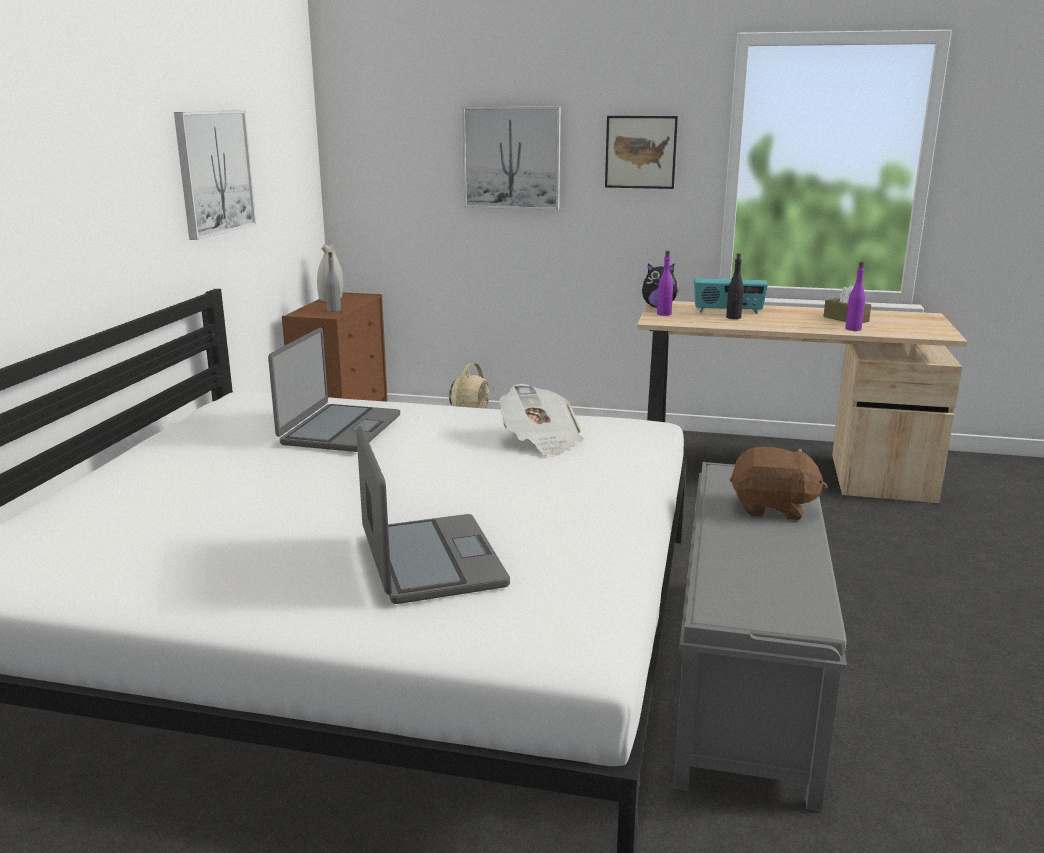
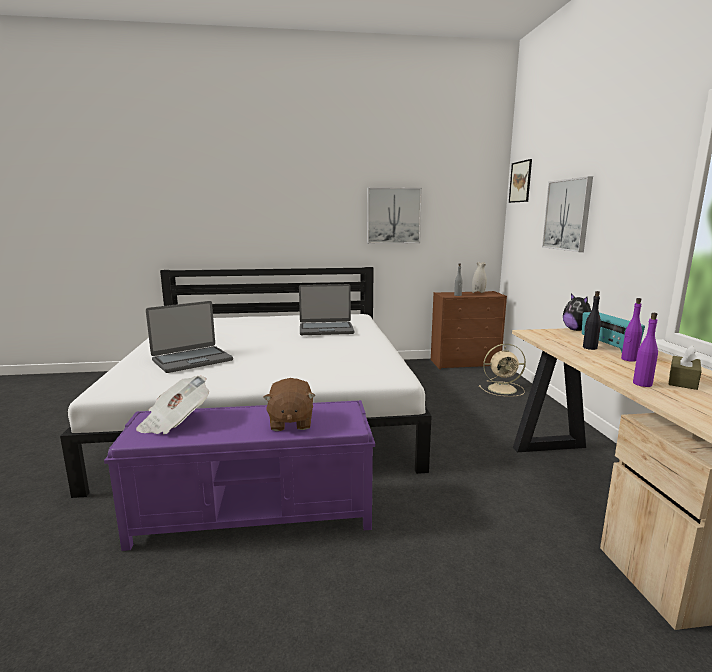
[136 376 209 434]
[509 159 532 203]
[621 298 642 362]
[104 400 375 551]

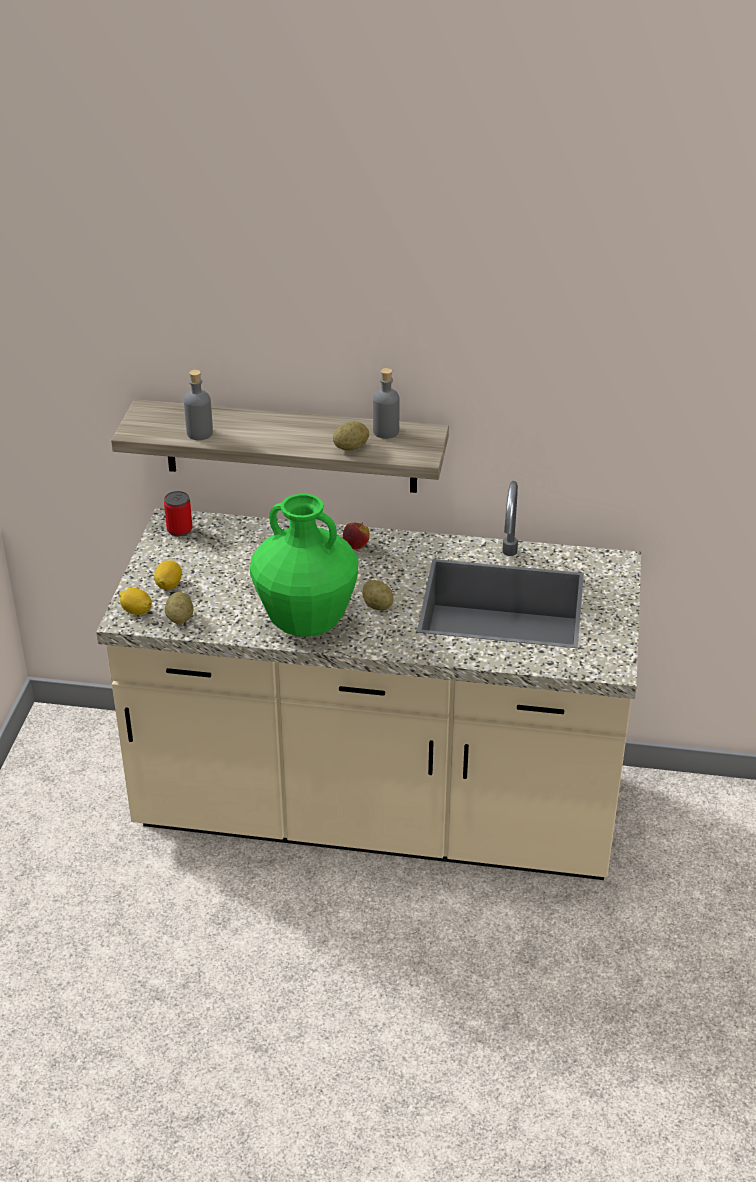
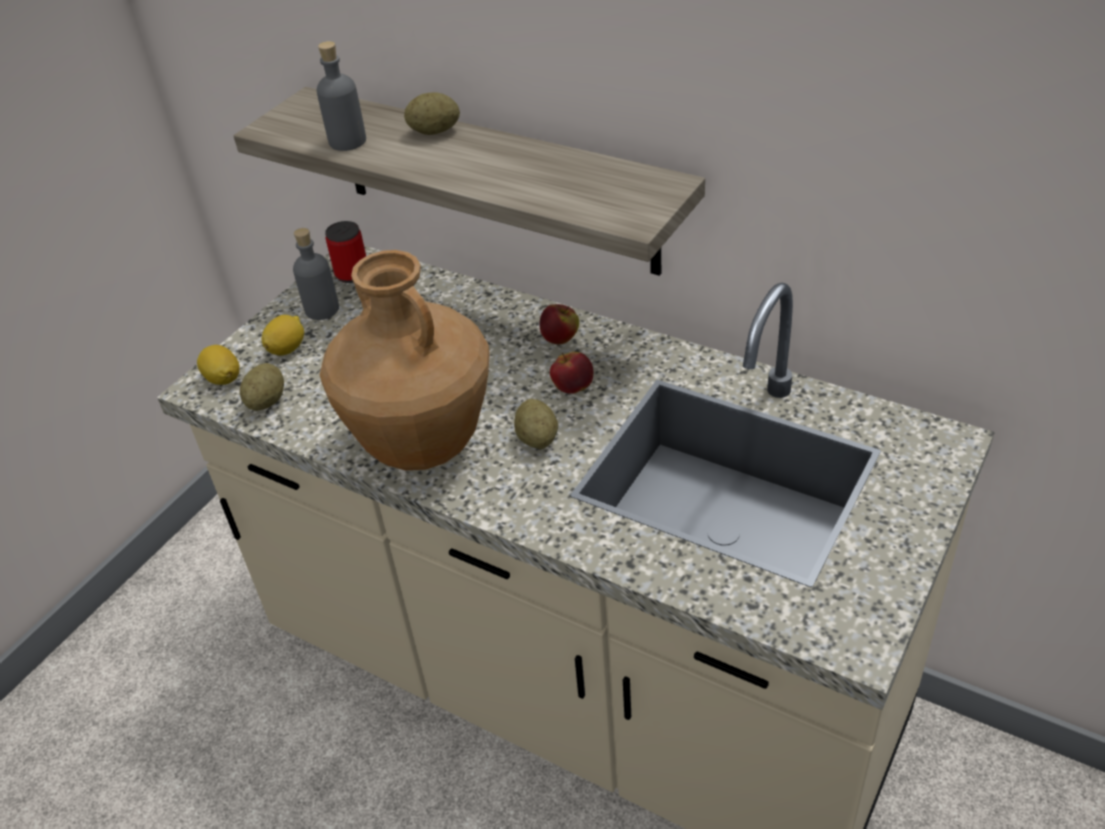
[320 250 490 470]
[404 93 460 135]
[293 228 339 320]
[550 352 593 394]

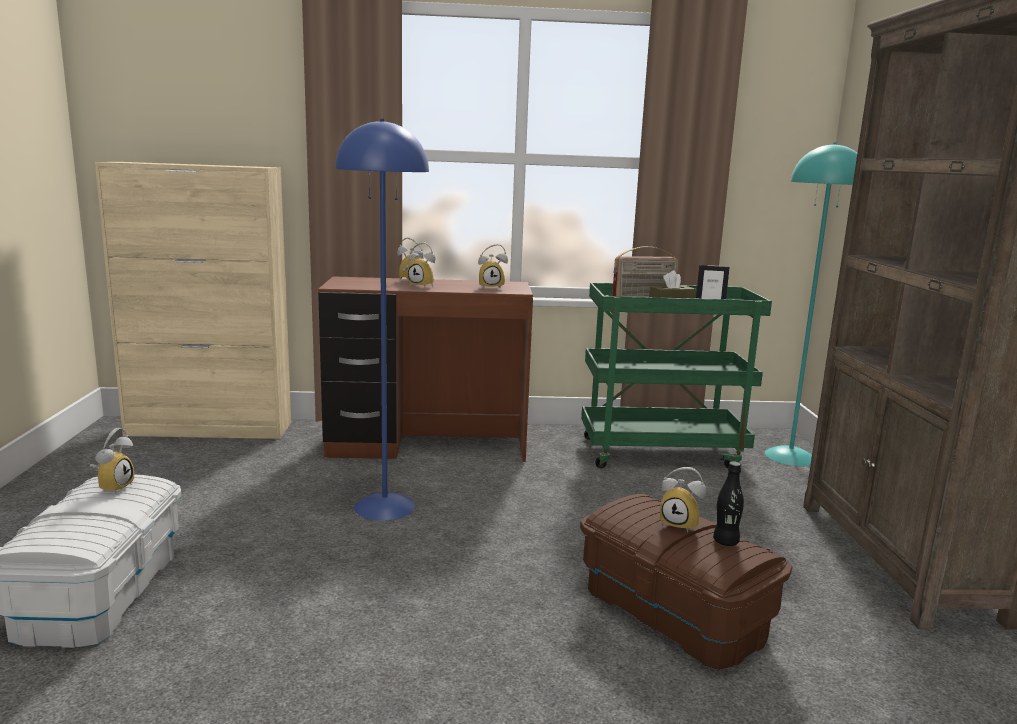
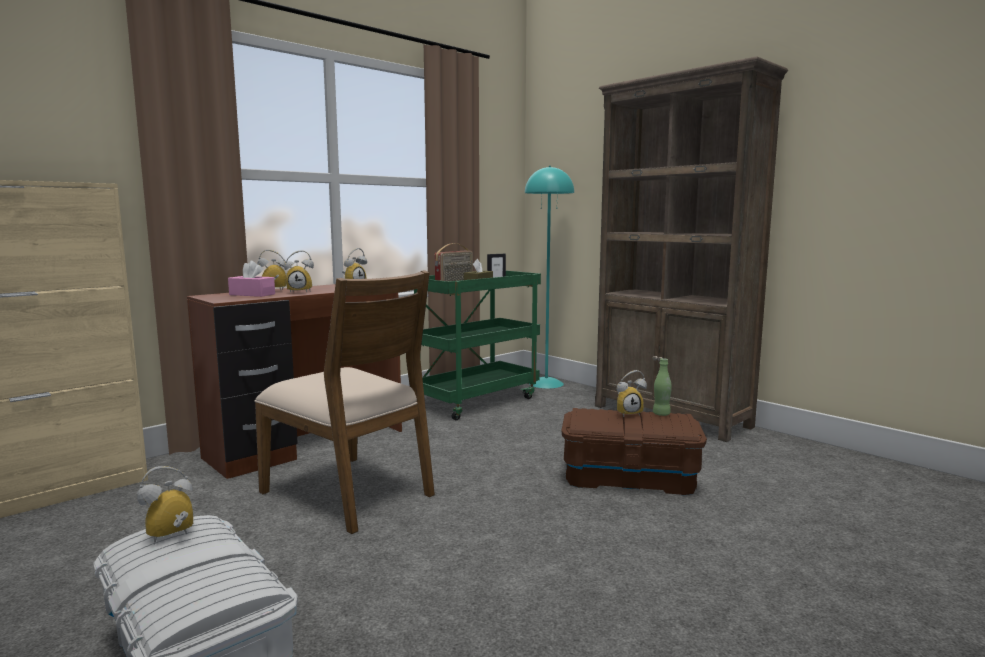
[137 466 193 545]
[254 270 435 534]
[653 358 672 416]
[228 261 275 297]

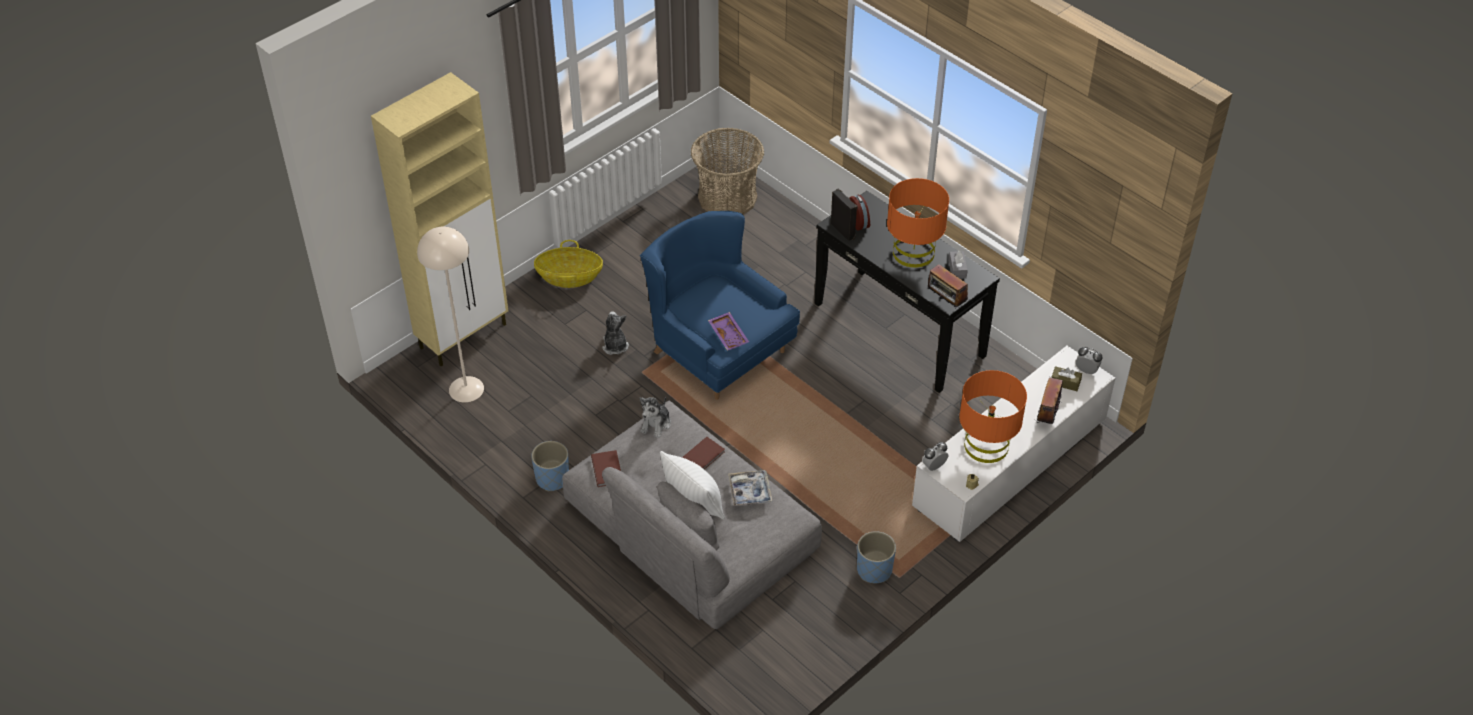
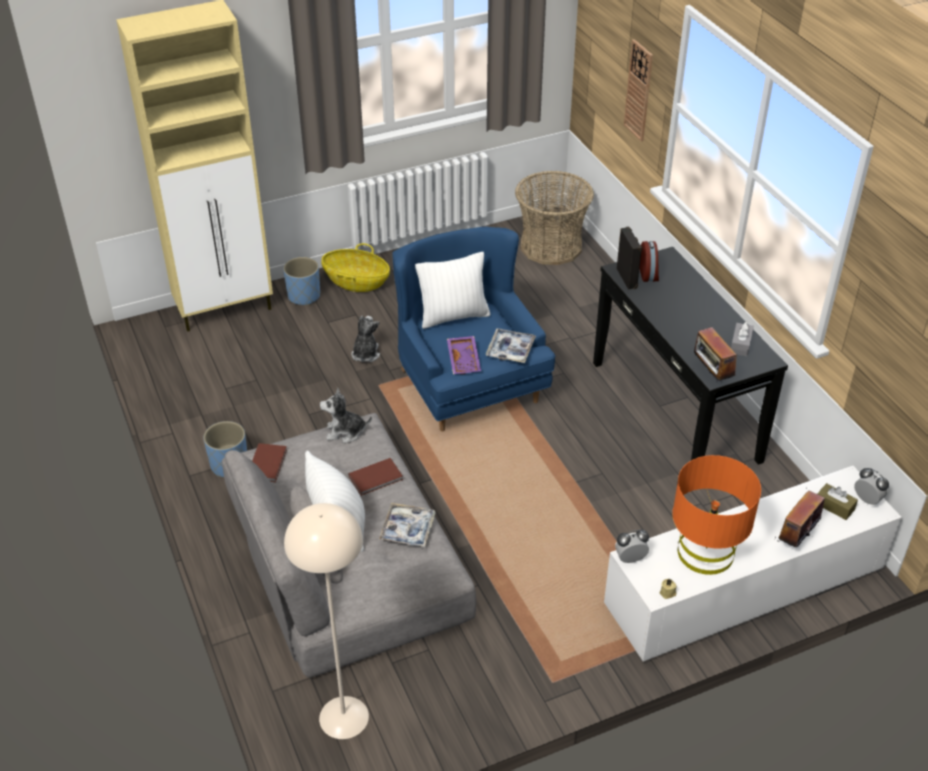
[284 503 369 739]
[320 388 372 443]
[283 257 320 305]
[887 178 949 268] (first image)
[415 252 490 329]
[485 328 536 363]
[624 39 653 141]

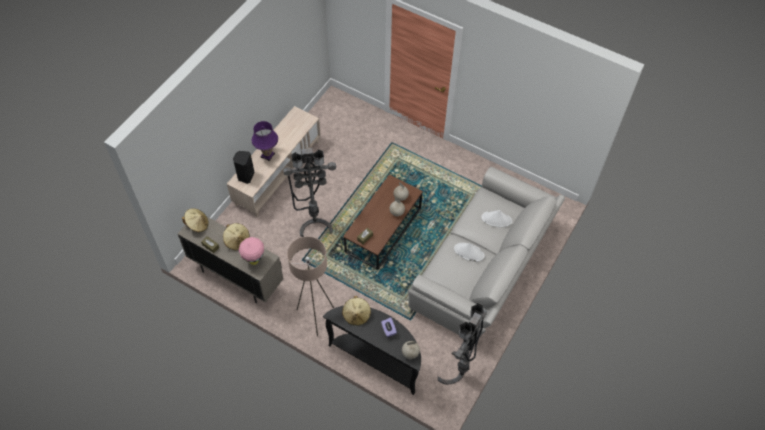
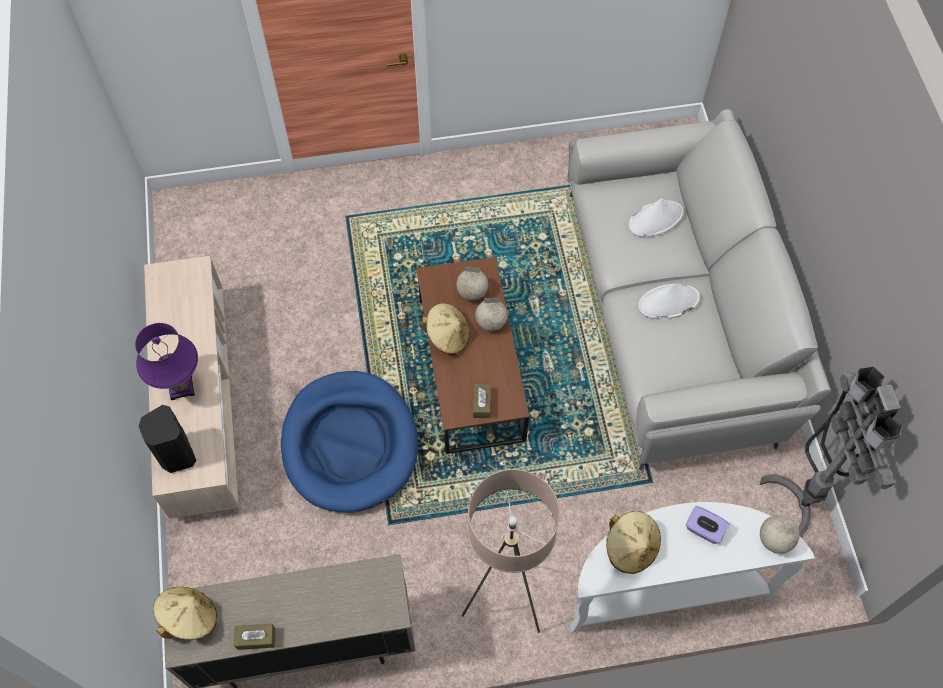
[422 303 470 355]
[239 237 264 265] (first image)
[281 371 418 513]
[570 502 815 633]

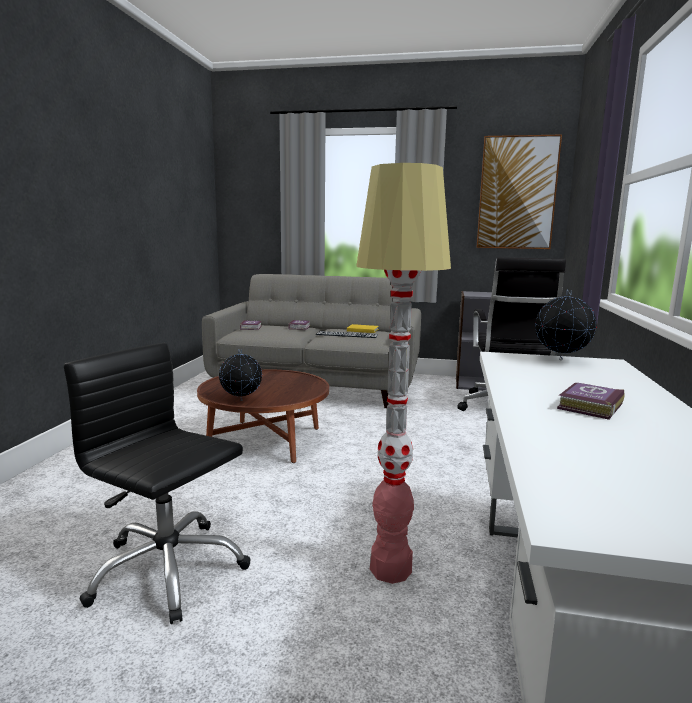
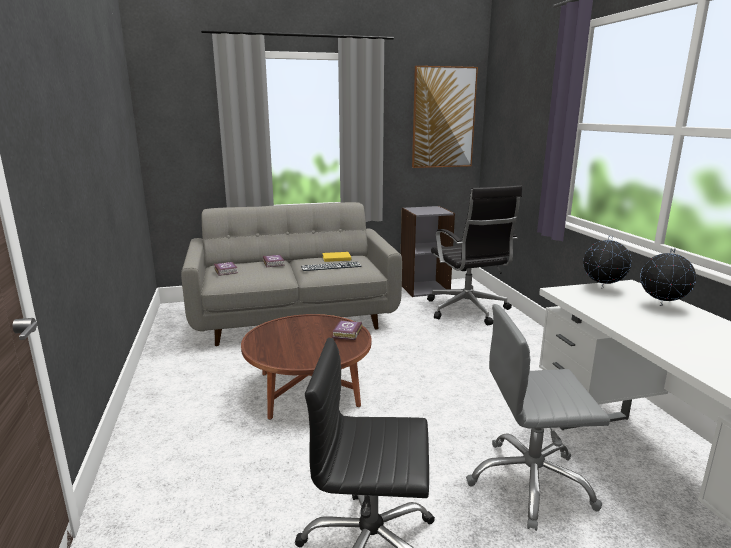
[640 248 696 306]
[466 304 610 531]
[332 321 362 340]

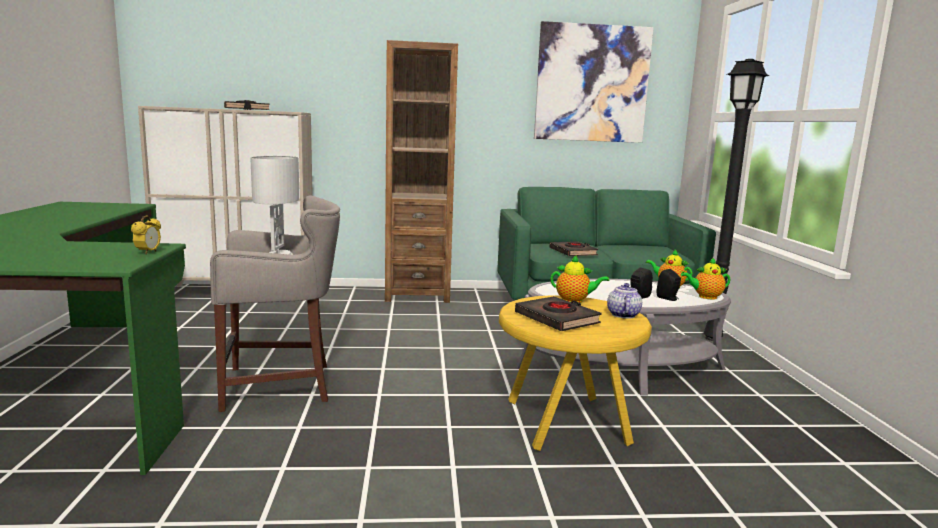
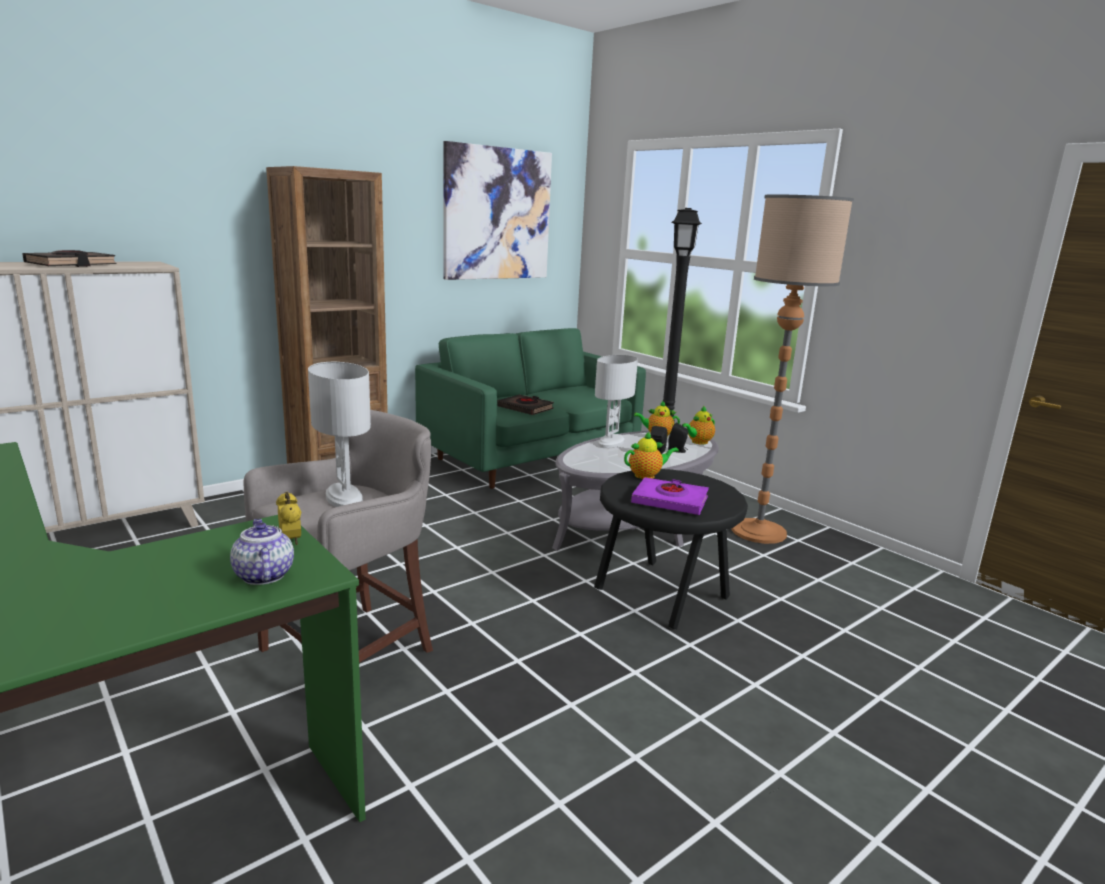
[594 469 748 629]
[631 477 709 515]
[230 519 294 585]
[595 355 638 448]
[732 194 854 544]

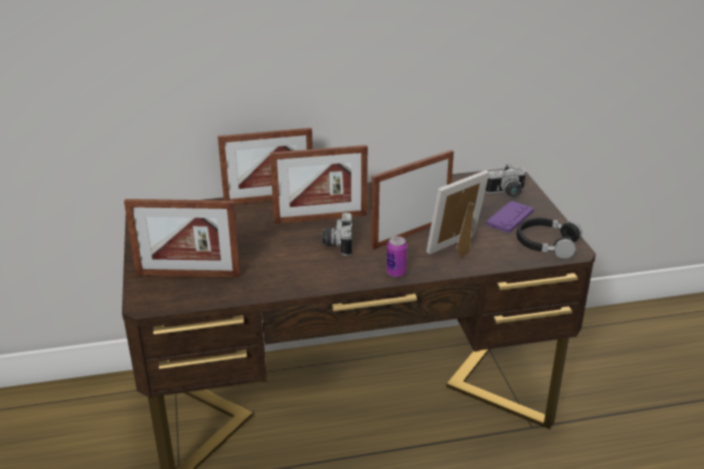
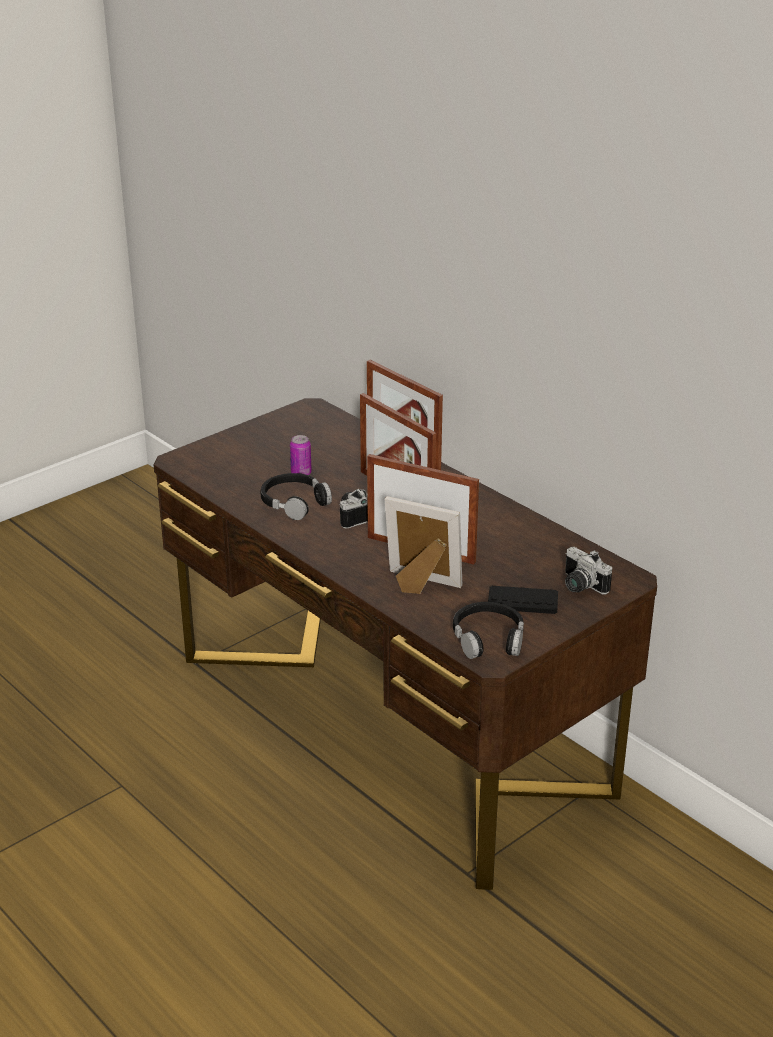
[124 199 240 277] (first image)
[290 435 312 475]
[488 586 558 614]
[261 473 332 520]

